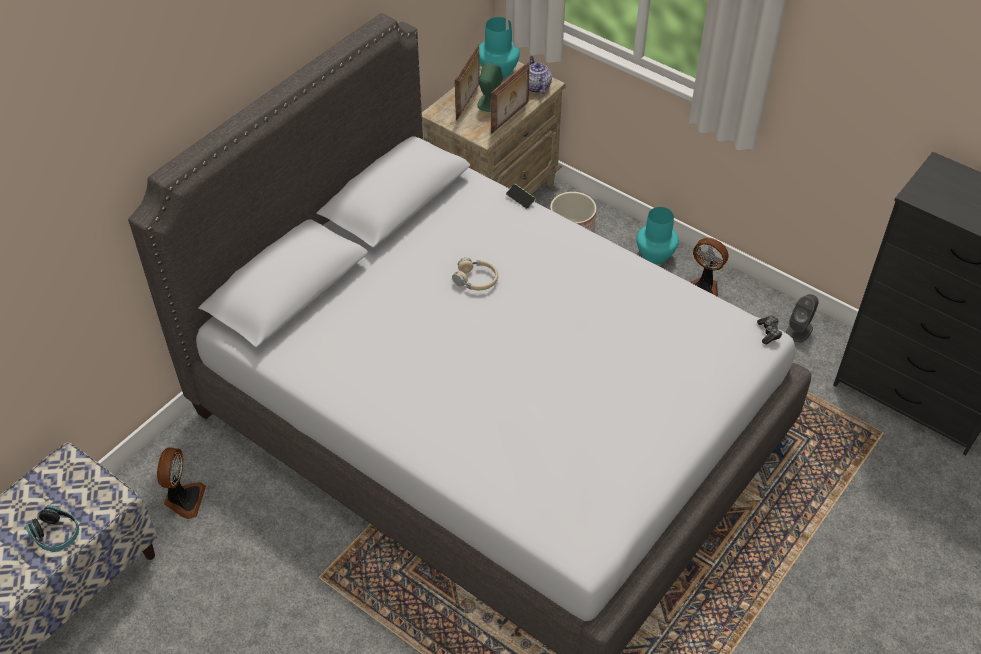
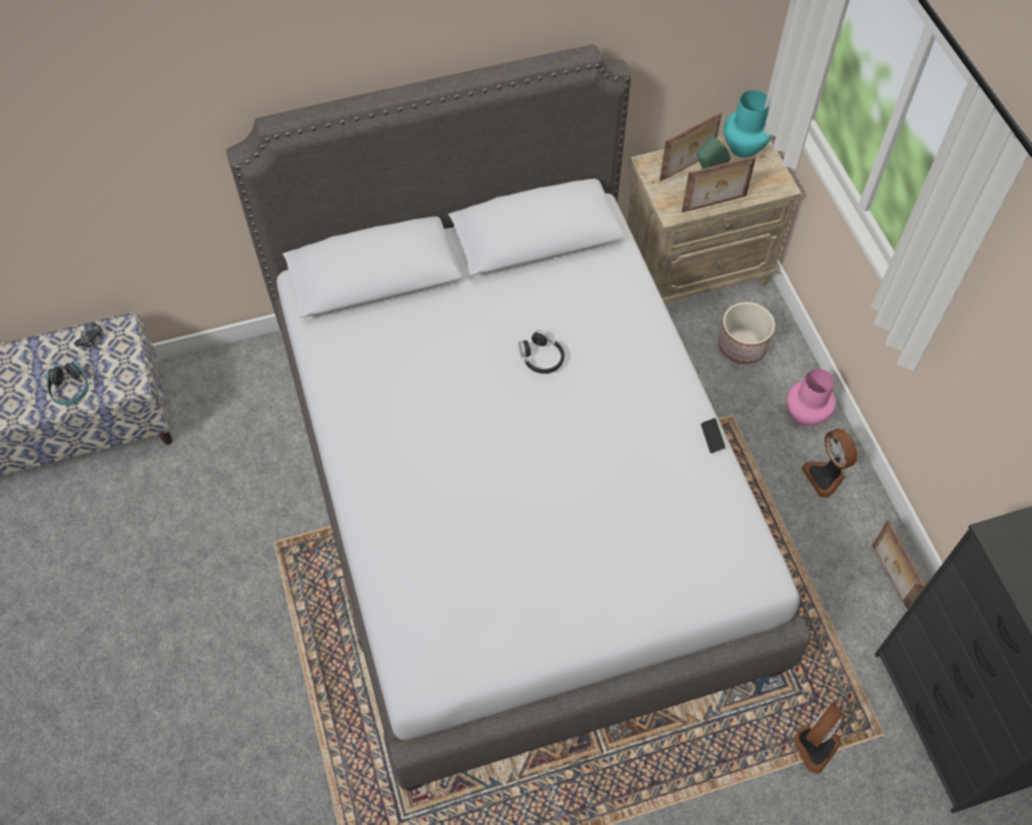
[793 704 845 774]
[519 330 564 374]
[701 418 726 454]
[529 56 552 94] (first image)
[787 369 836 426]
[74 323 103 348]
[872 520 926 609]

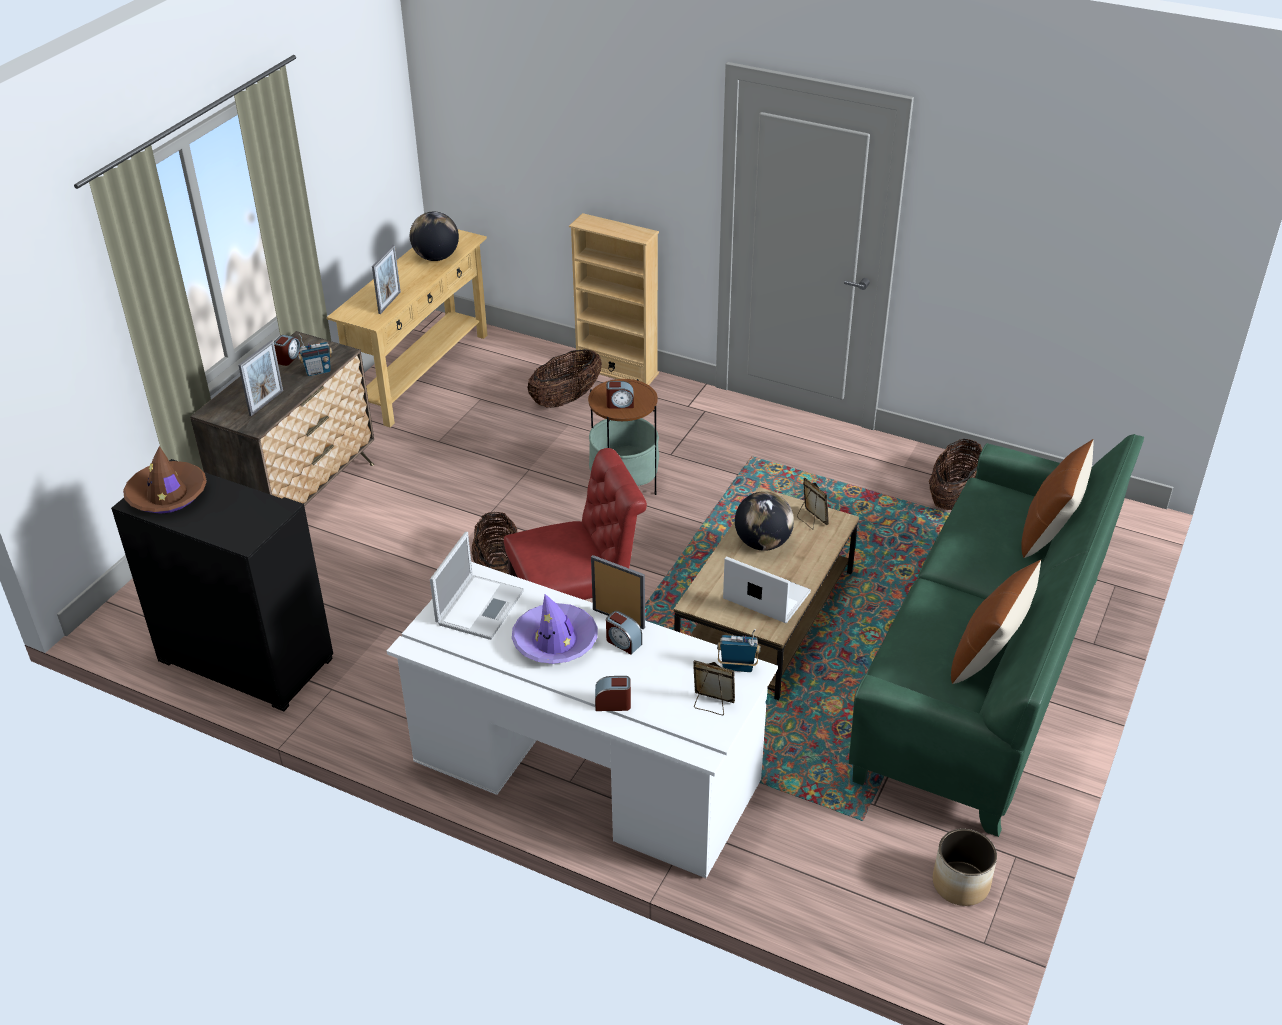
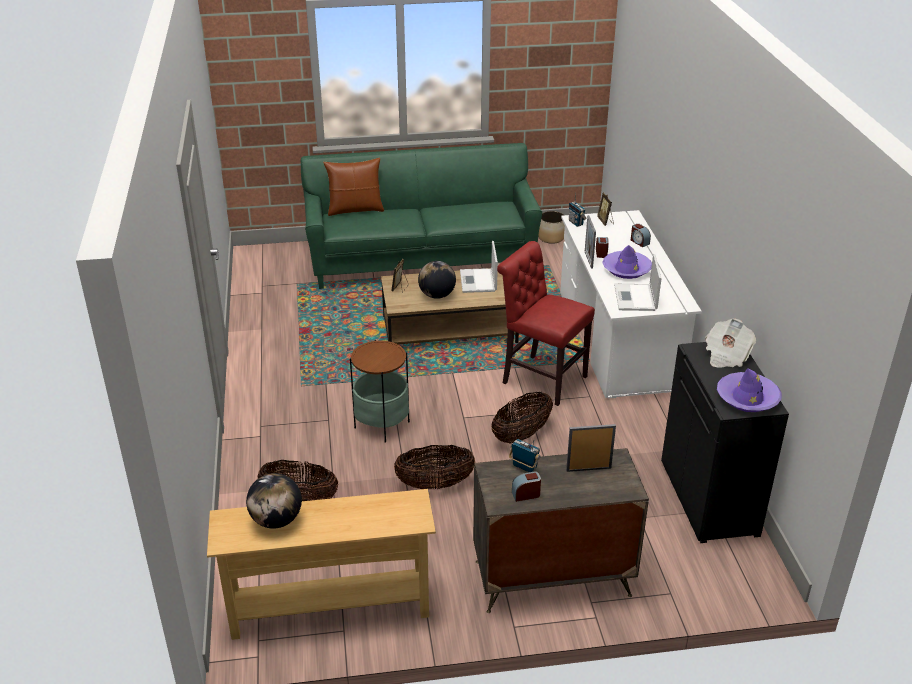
[717 368 781 412]
[372 245 401 314] (first image)
[614 254 662 311]
[569 213 659 385] (first image)
[606 381 634 409] (first image)
[394 445 475 489]
[951 560 1041 684] (first image)
[706 318 756 368]

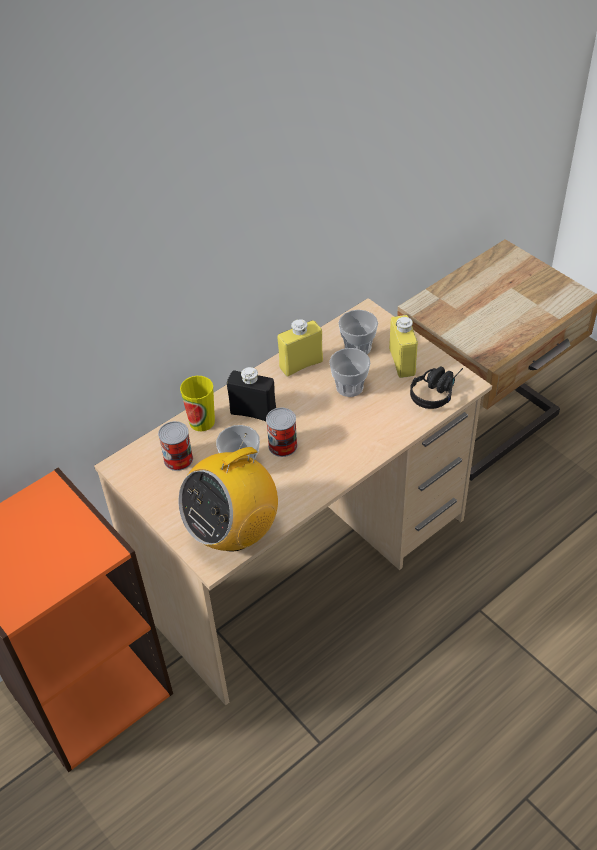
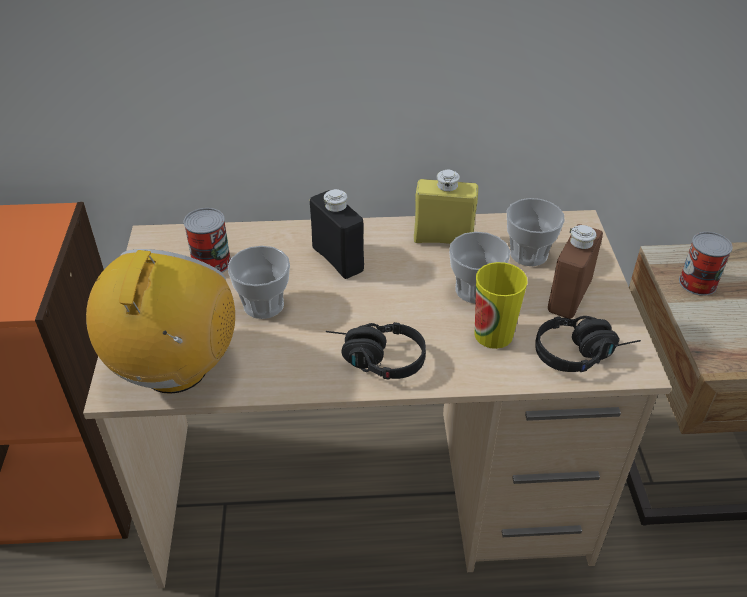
[86 249 235 394]
[475 262 527 349]
[679 232 733 296]
[548 224 603 319]
[326 322 426 380]

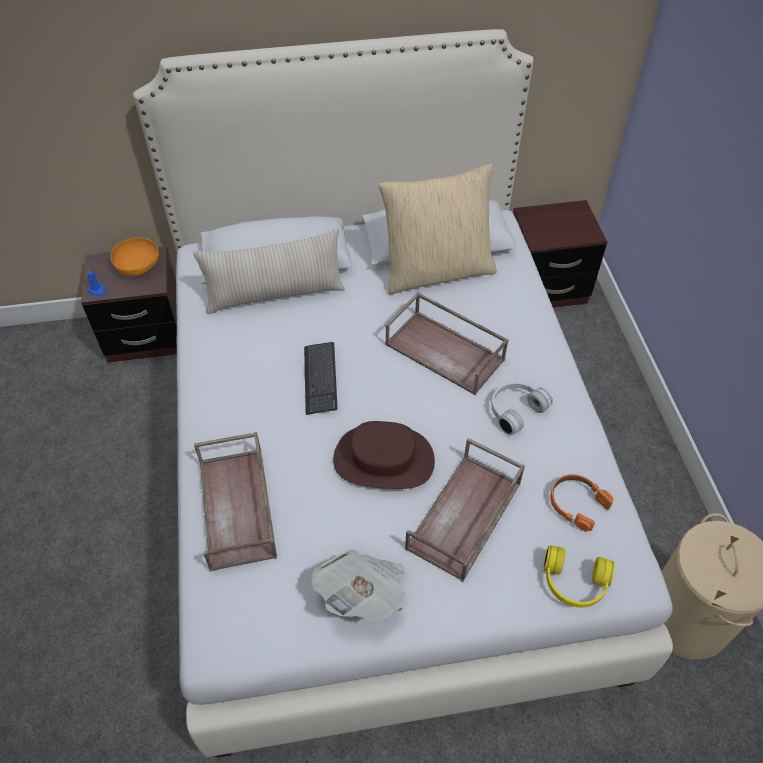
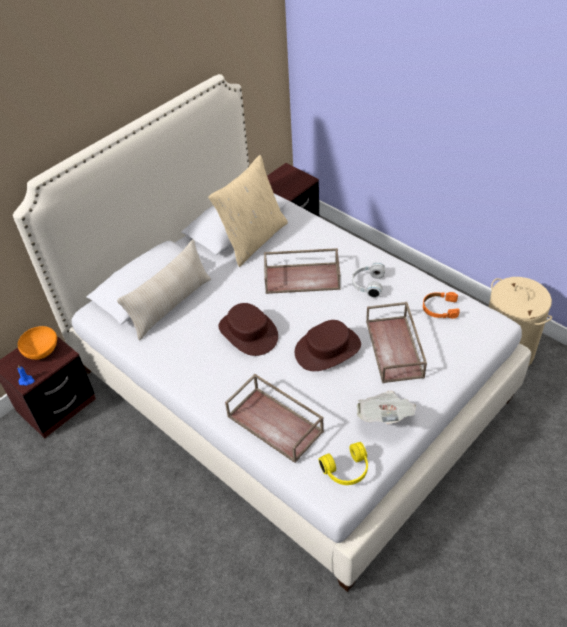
[218 303 278 356]
[319 442 368 485]

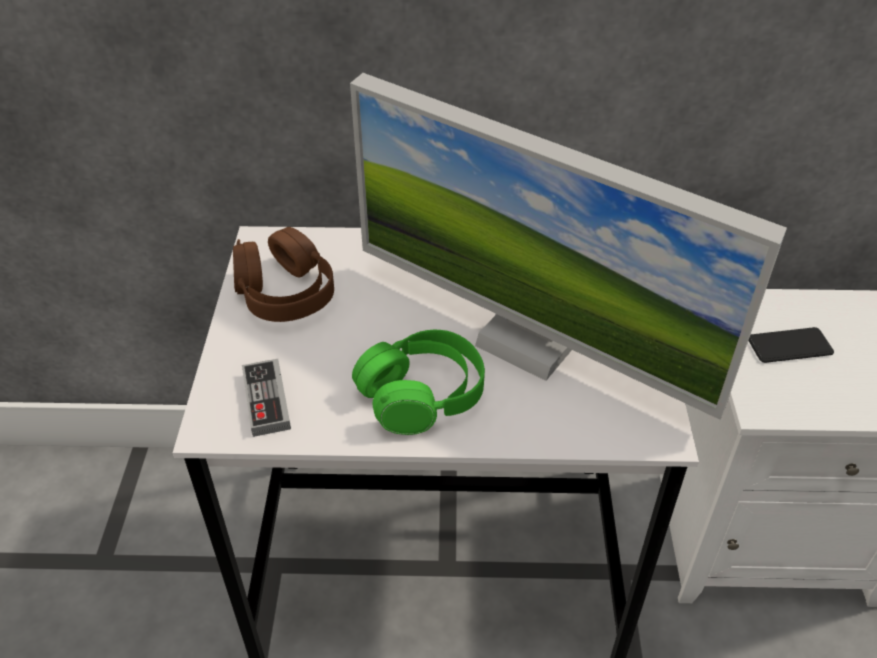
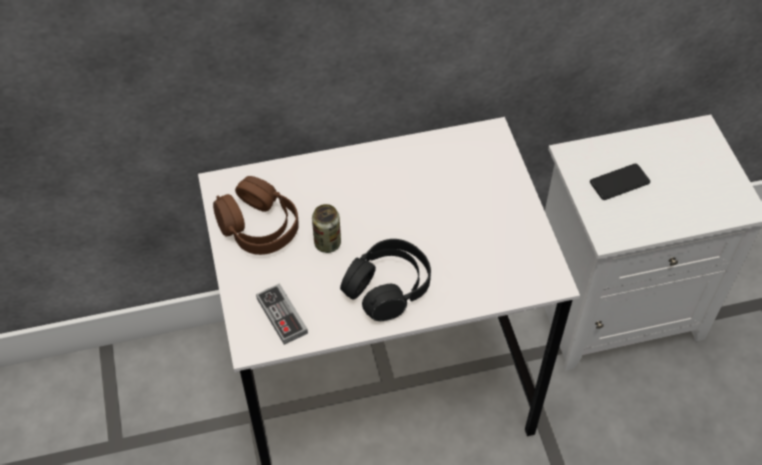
[350 73 787 420] (first image)
[340 239 431 321]
[312 204 341 253]

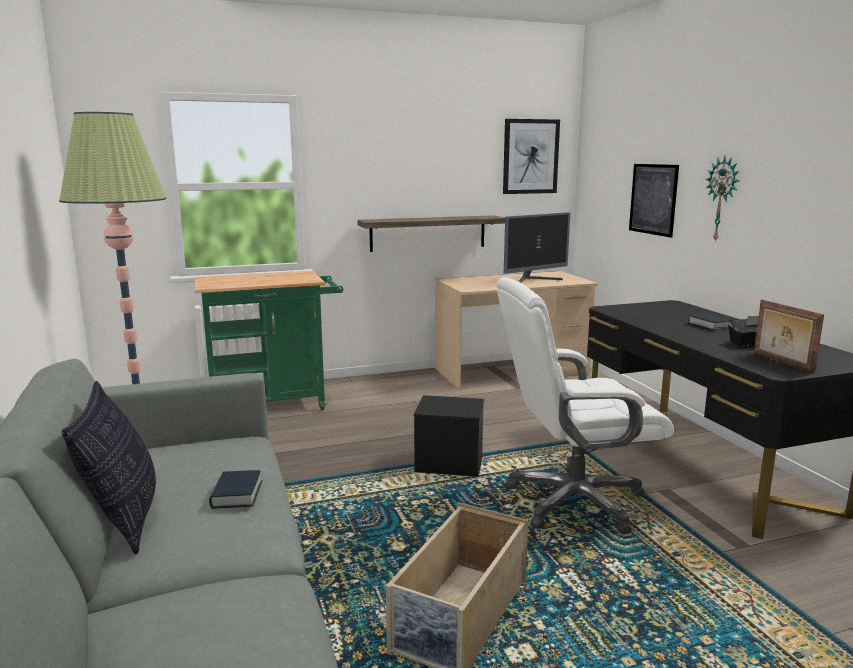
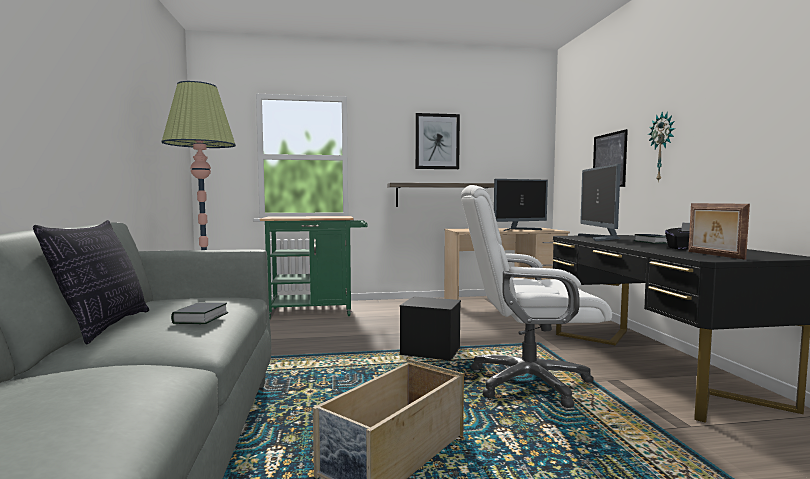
[415 113 460 169]
[578 164 621 241]

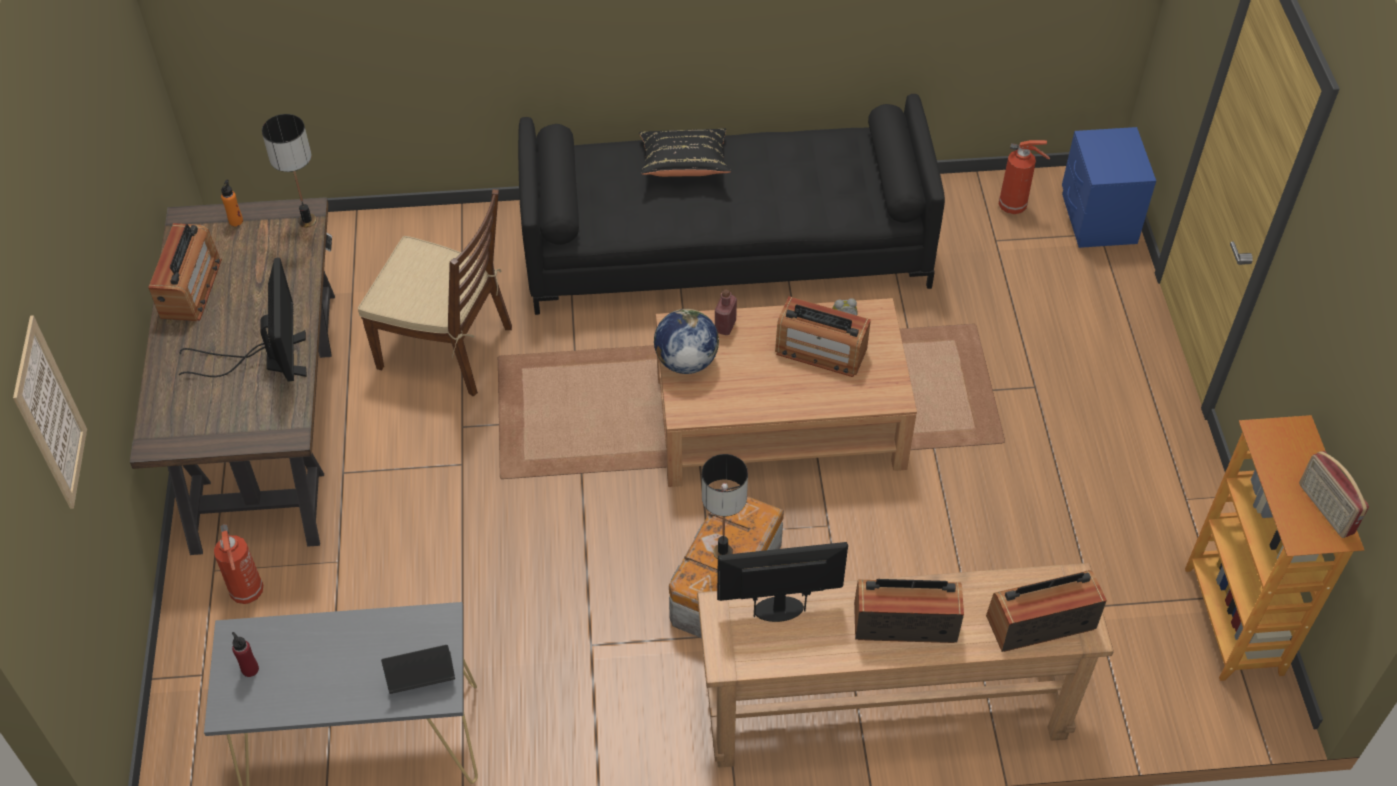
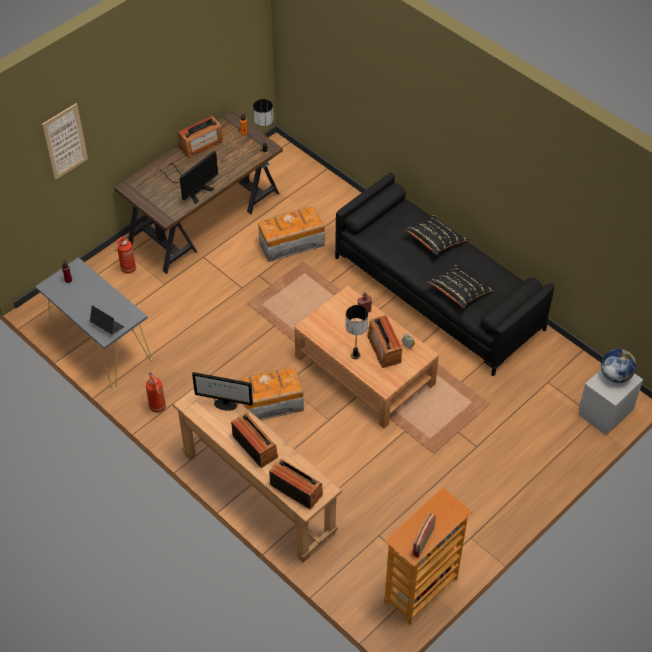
[258 207 325 262]
[601 349 636 383]
[346 305 368 359]
[192 372 253 411]
[146 372 166 413]
[579 369 643 436]
[428 264 493 308]

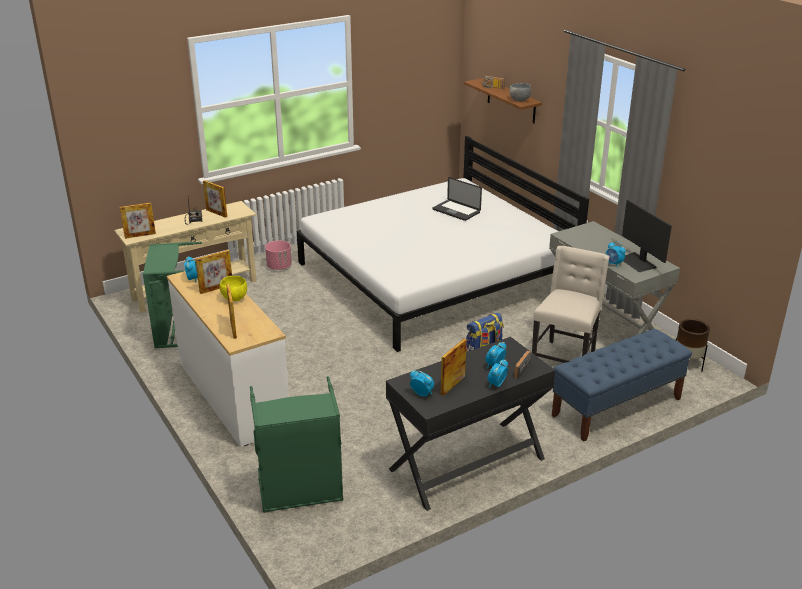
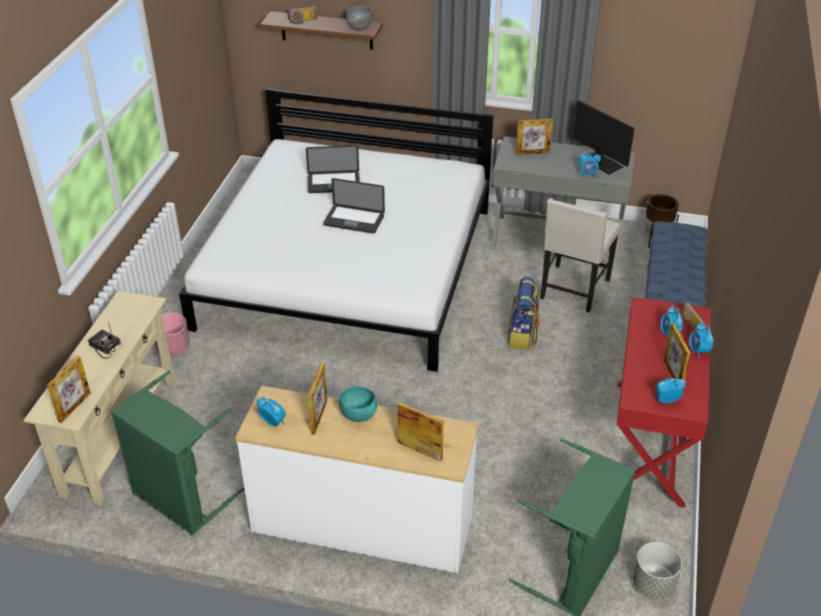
[516 118 553 155]
[339 386 377 422]
[617 297 711 508]
[540 198 620 312]
[573 100 635 175]
[323 178 385 234]
[633 542 682 599]

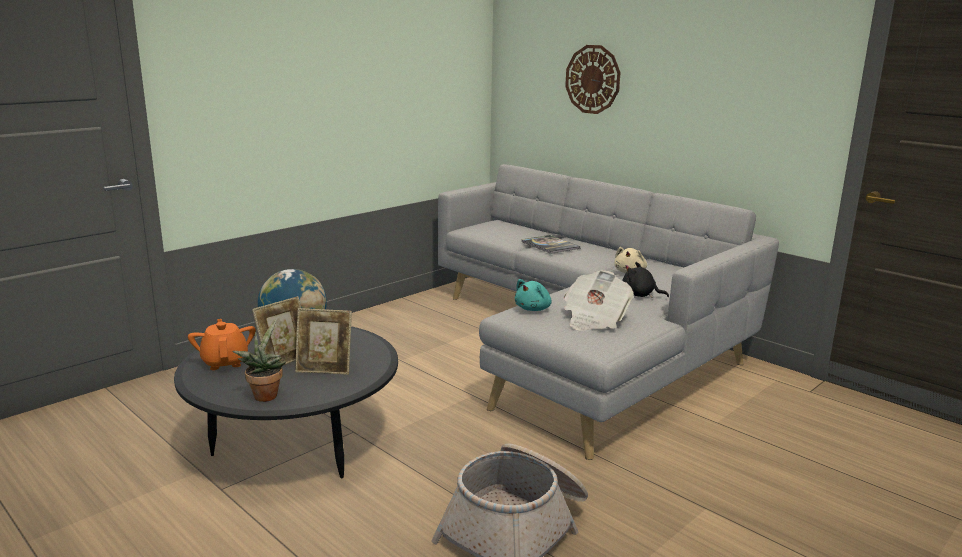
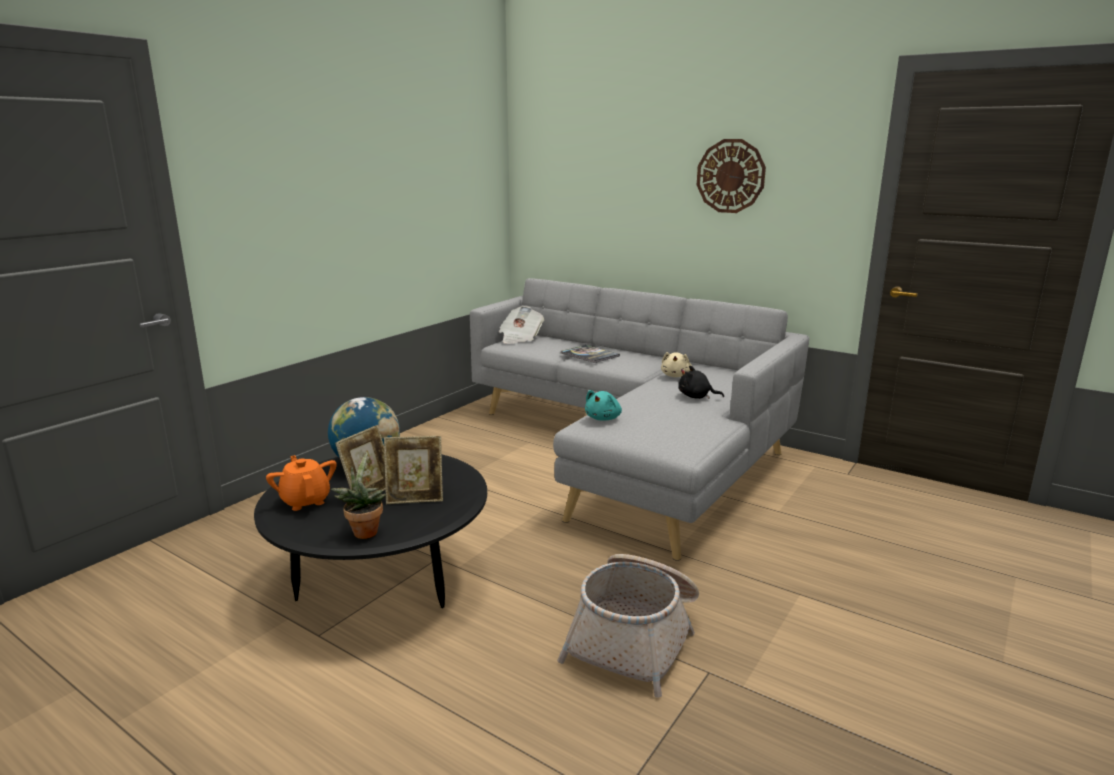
[499 306 544 344]
[697 139 766 213]

